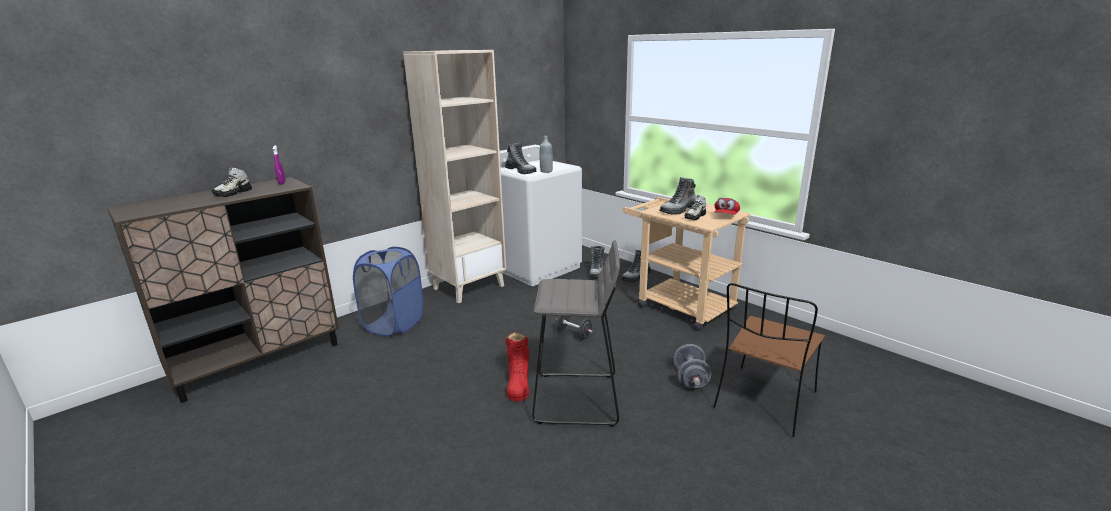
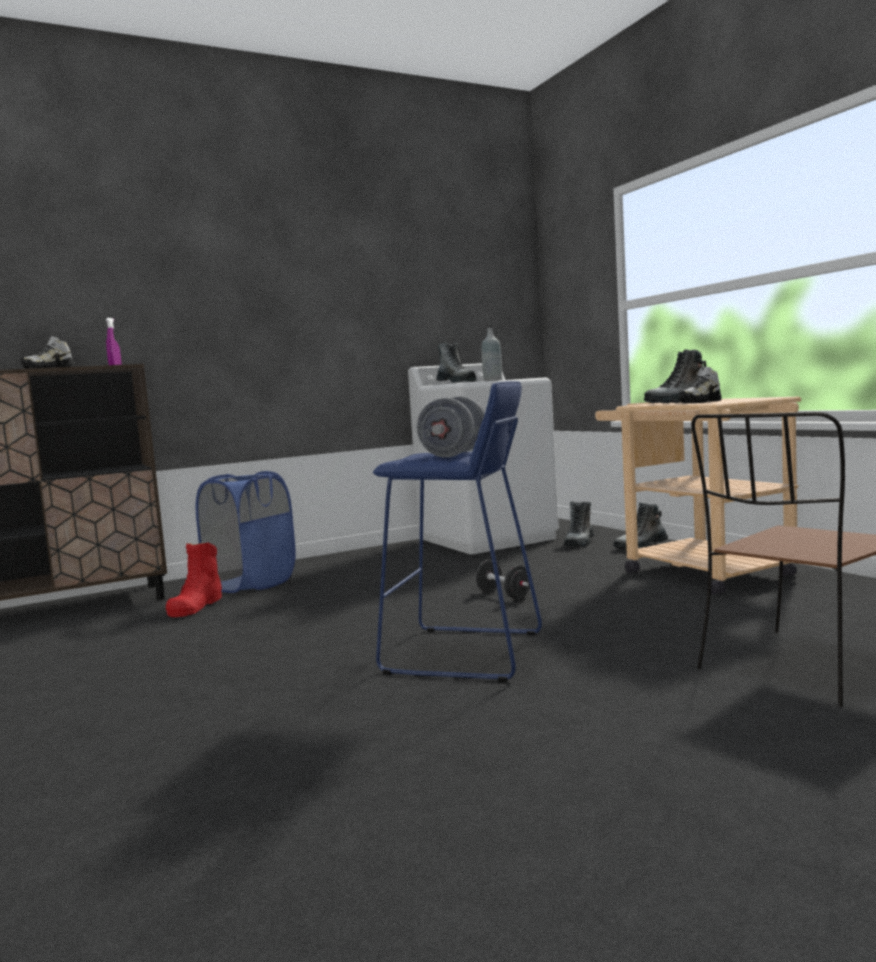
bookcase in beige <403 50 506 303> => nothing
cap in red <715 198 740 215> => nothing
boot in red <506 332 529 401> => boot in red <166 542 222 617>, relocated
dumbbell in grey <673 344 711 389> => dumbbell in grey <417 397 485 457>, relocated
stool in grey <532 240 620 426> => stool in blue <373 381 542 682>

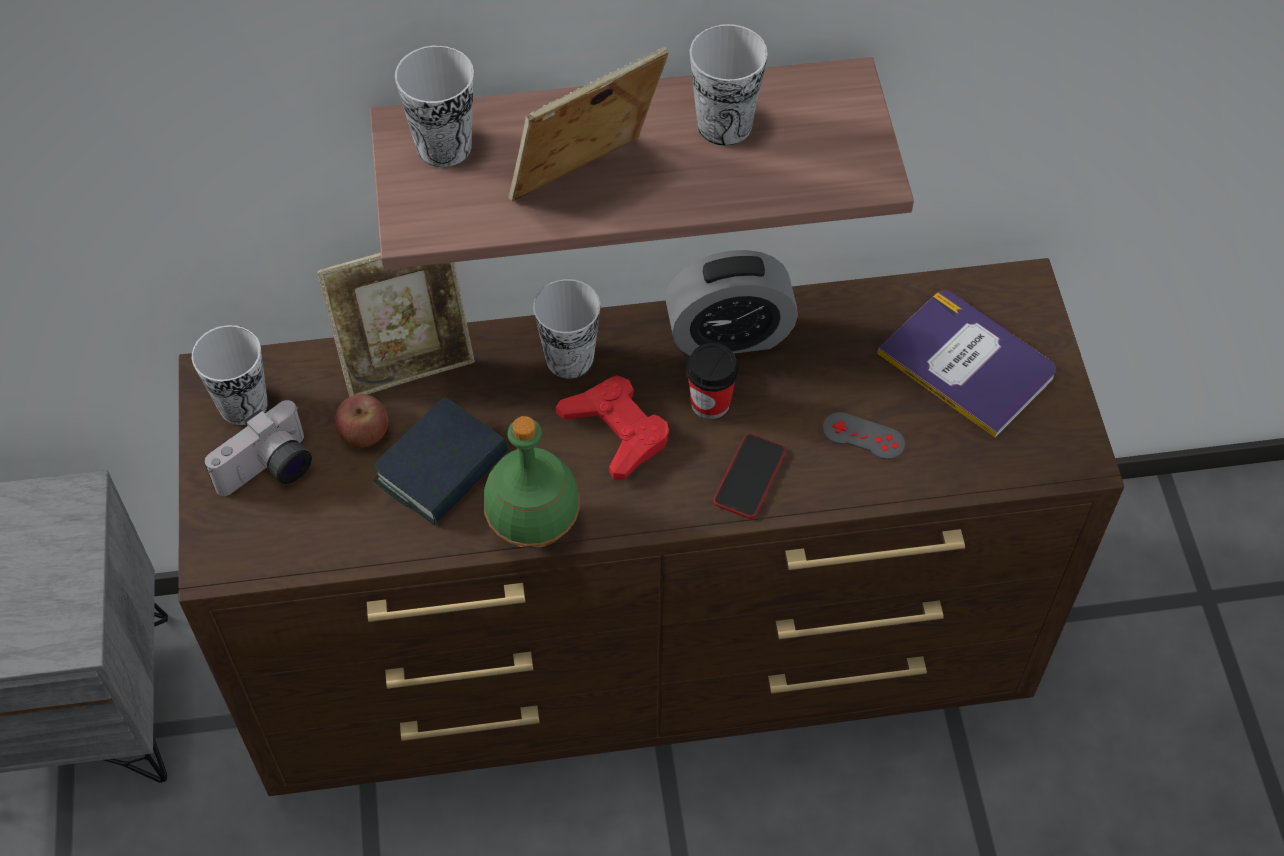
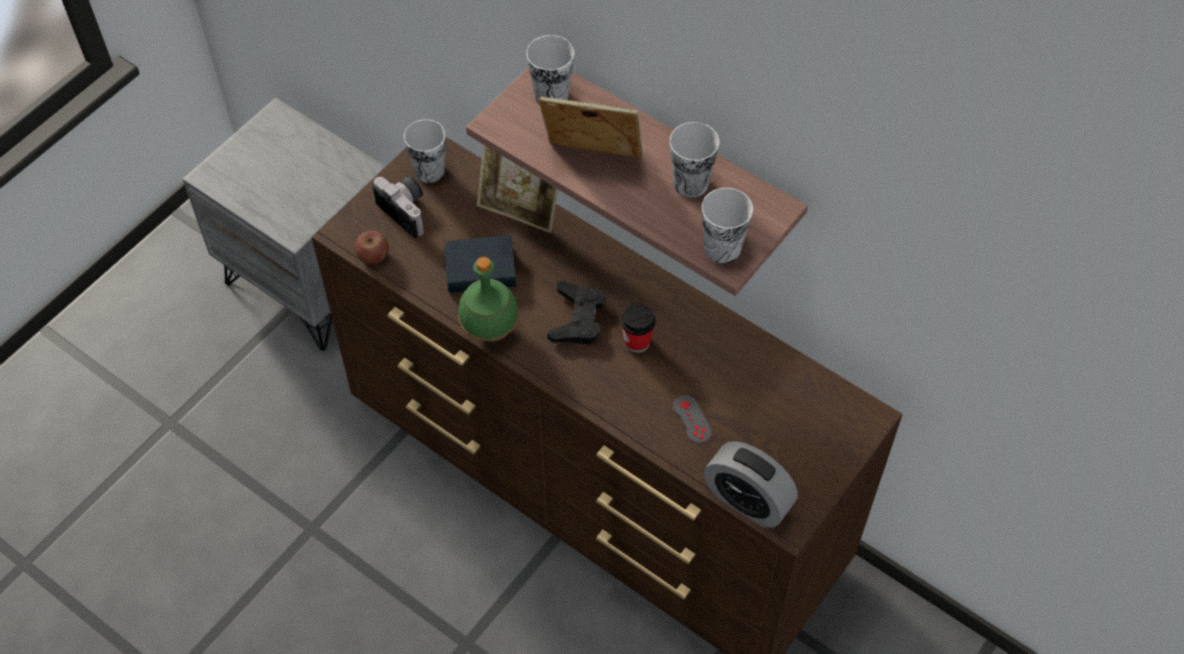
phone <713 434 786 519> => nothing
book <877 291 1056 438> => nothing
apple <335 394 388 447> => apple <355 230 389 264>, relocated
cup <533 279 601 378> => cup <702 188 753 264>, relocated
alarm clock <665 250 798 356> => alarm clock <704 441 798 528>, relocated
game controller in red <556 375 669 480> => game controller in black <547 281 606 344>
photo camera <204 400 312 496> => photo camera <373 176 424 238>, 135 degrees counterclockwise

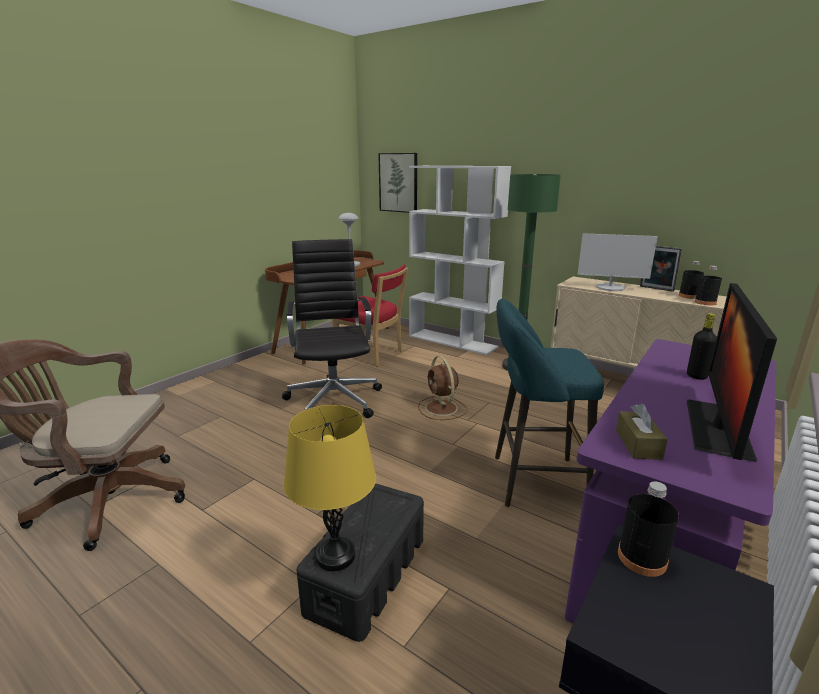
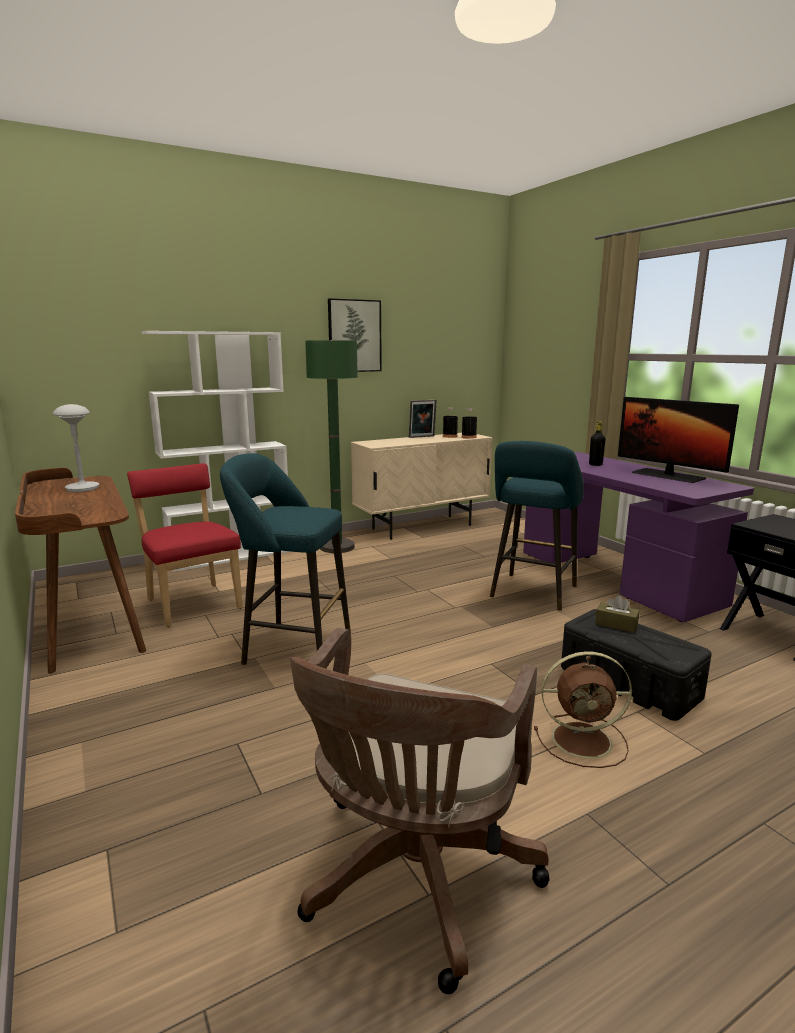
table lamp in yellow <284 405 376 571> => nothing
monitor <577 233 658 291> => nothing
bottle in black <618 481 679 577> => nothing
picture <378 153 417 213> => picture <328 298 382 372>, relocated
fan in brown <418 356 467 420> => fan in brown <534 651 632 768>, relocated
tissue box in brown <616 403 668 460> => tissue box in brown <595 595 640 633>, relocated
office chair in black <282 239 382 418> => stool in turquoise <220 453 351 665>
chair in red <332 265 408 366> => chair in red <127 463 243 627>, 90 degrees counterclockwise

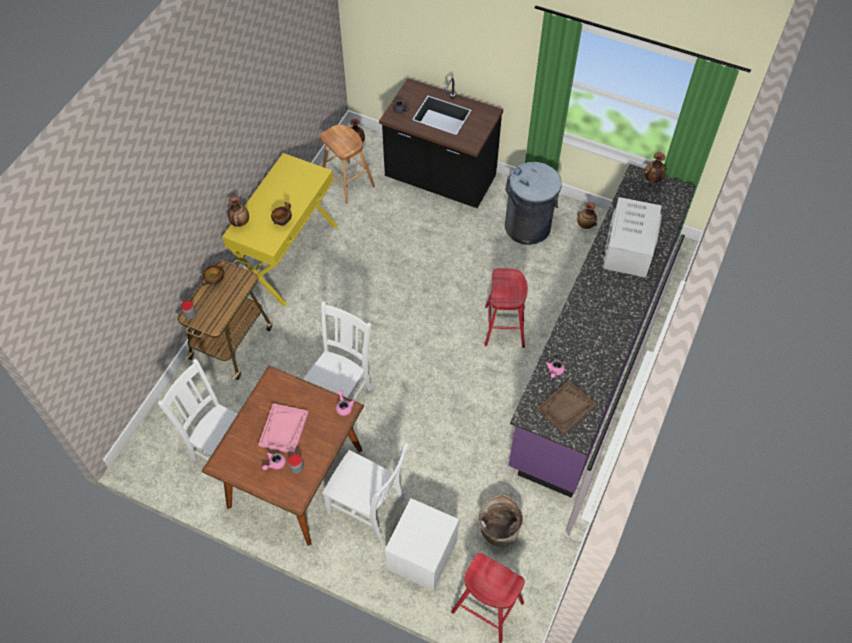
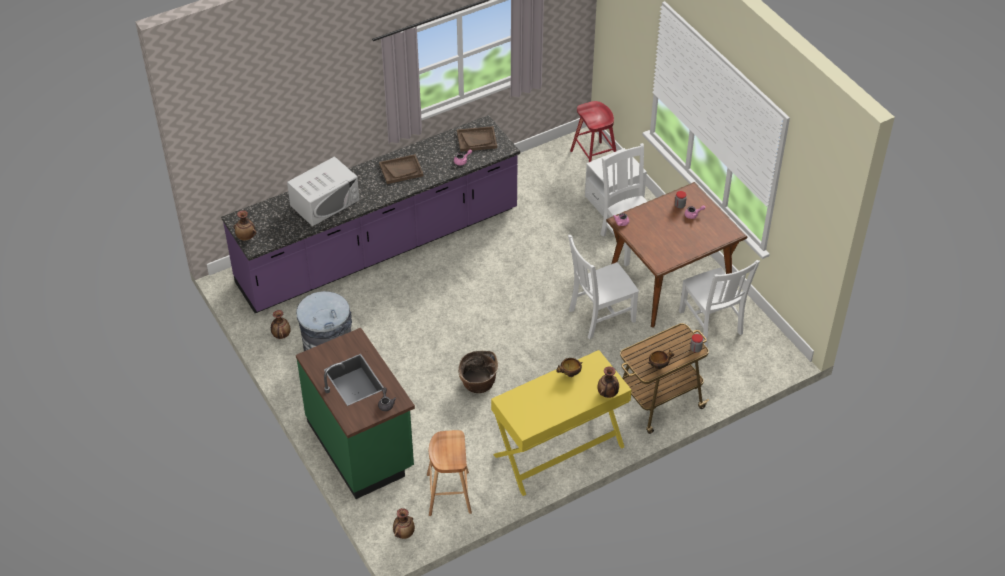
tray in pink <258 403 309 454> => nothing
stool in red <484 268 528 348> => nothing
nothing => tray in brown <379 154 424 184>
basket <478 495 523 547> => basket <458 351 498 393>, relocated
counter in black <379 78 503 208> => counter in green <296 328 415 499>

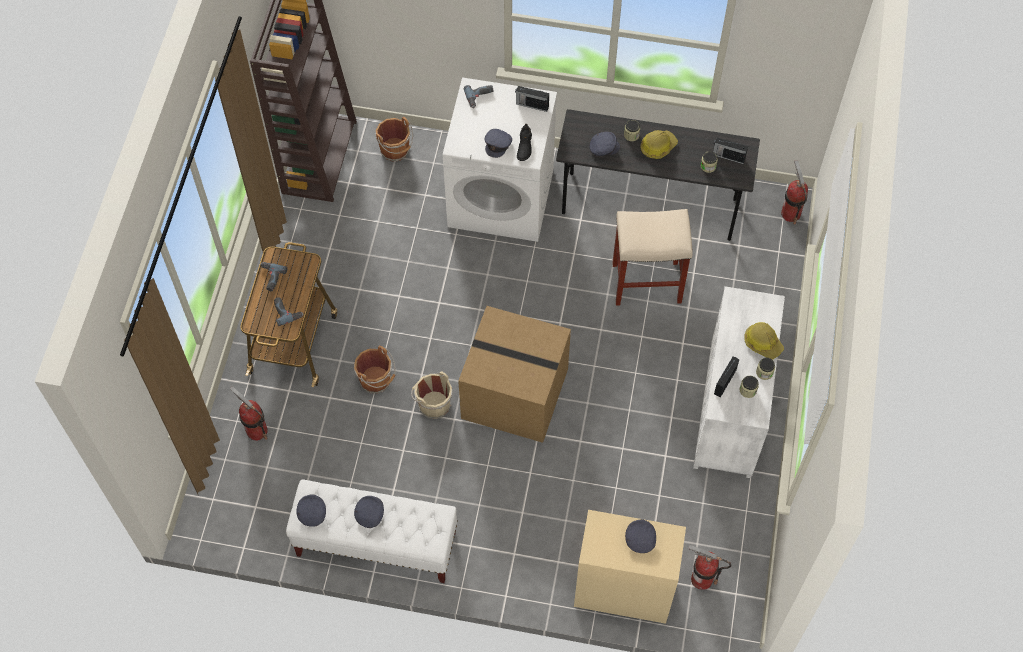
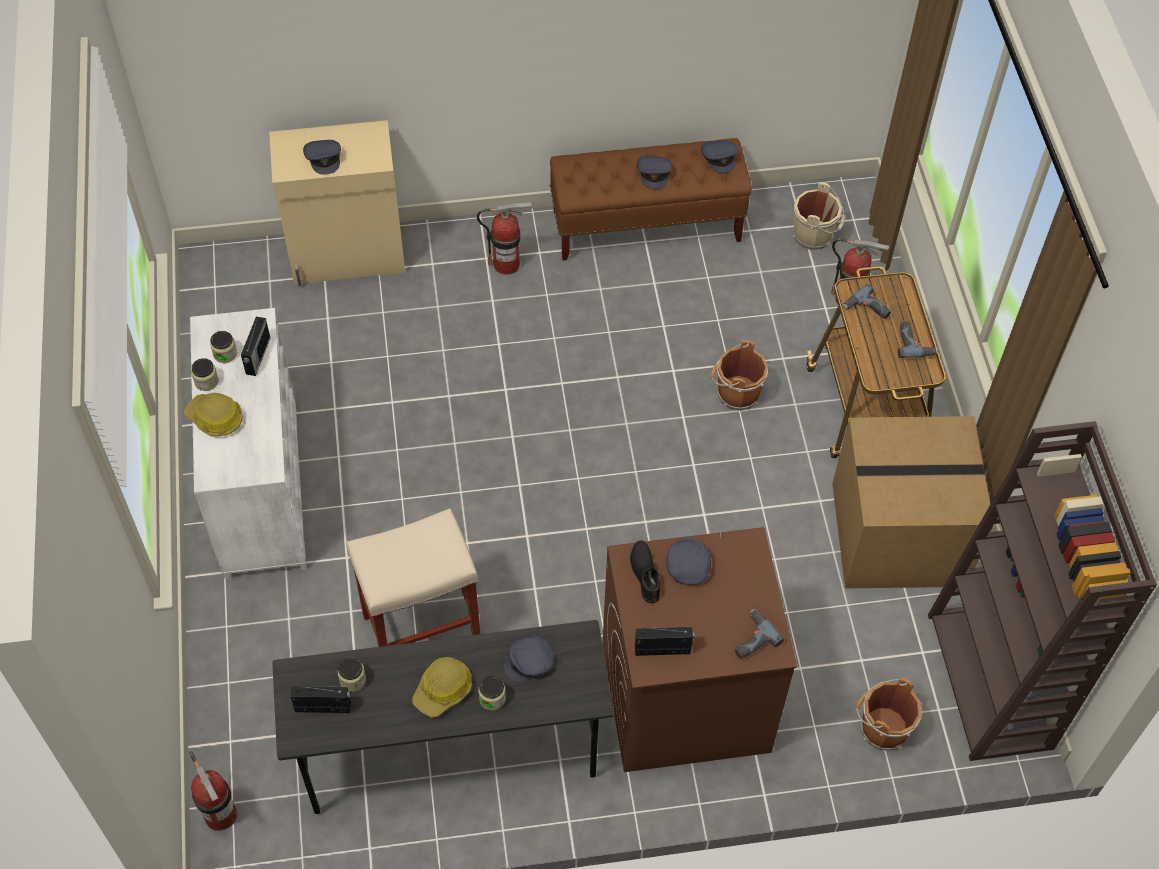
bucket in beige <411 371 452 419> => bucket in beige <793 182 845 250>, relocated
cardboard box <458 306 571 443> => cardboard box <832 416 994 589>, relocated
fire extinguisher <688 545 731 590> => fire extinguisher <477 203 531 275>, relocated
bench in white <286 479 458 583> => bench in brown <550 138 752 260>
washing machine in white <443 77 557 242> => washing machine in brown <602 527 797 772>

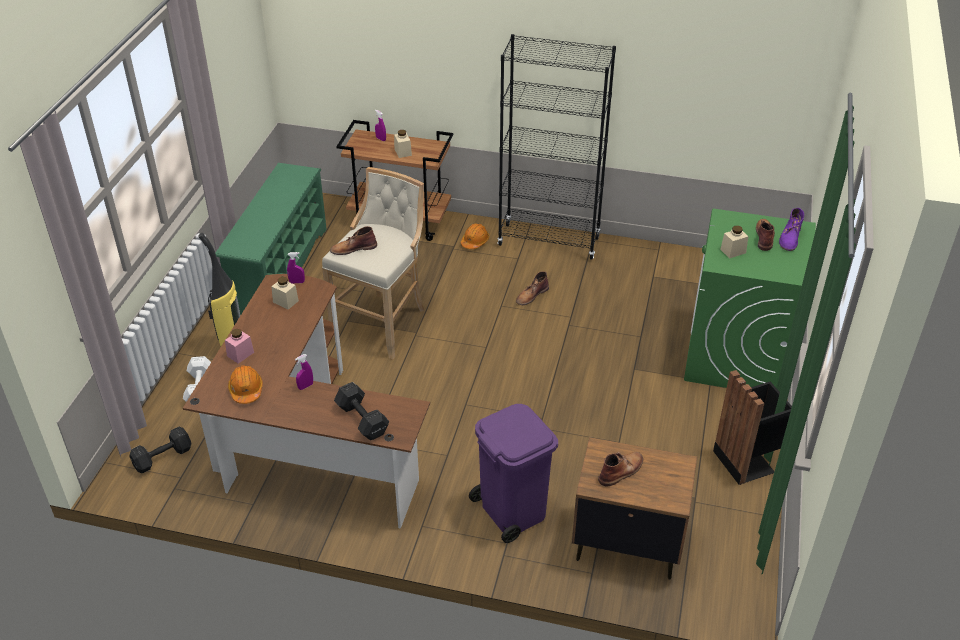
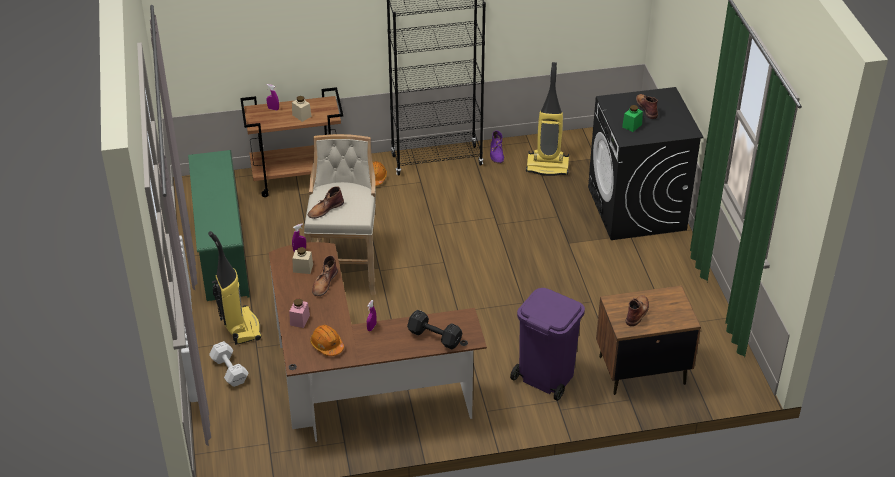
dumbbell in black <129 427 192 473> => nothing
trash can in black <713 370 792 485> => nothing
nothing => vacuum cleaner <526 62 569 176>
boot in brown <516 271 549 305> => boot in brown <312 255 338 296>, relocated
boot in purple <779 208 804 251> => boot in purple <490 130 504 163>, relocated
washing machine in green <684 209 816 388> => washing machine in black <588 87 704 240>
jar in beige <720 226 748 259> => jar in green <622 105 643 132>

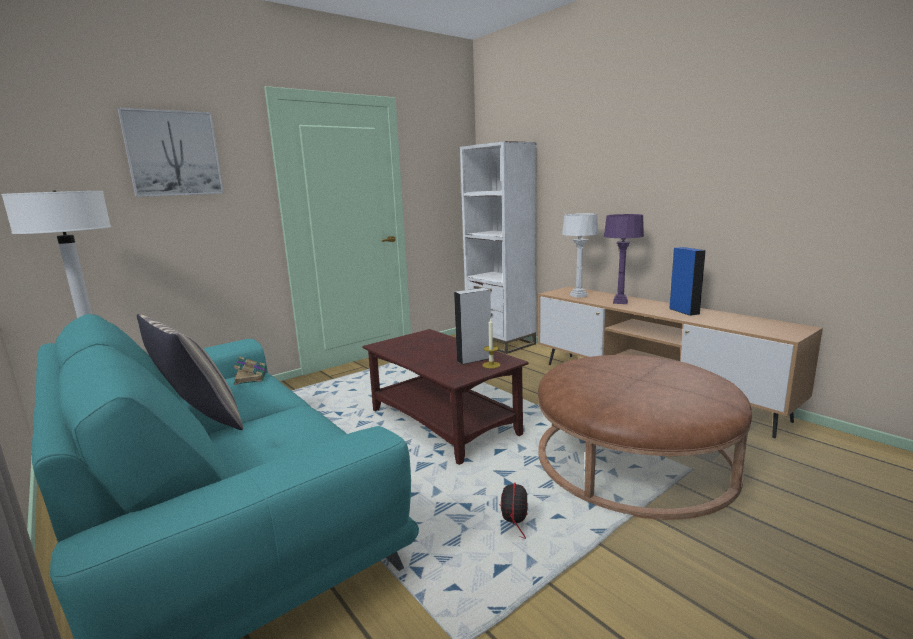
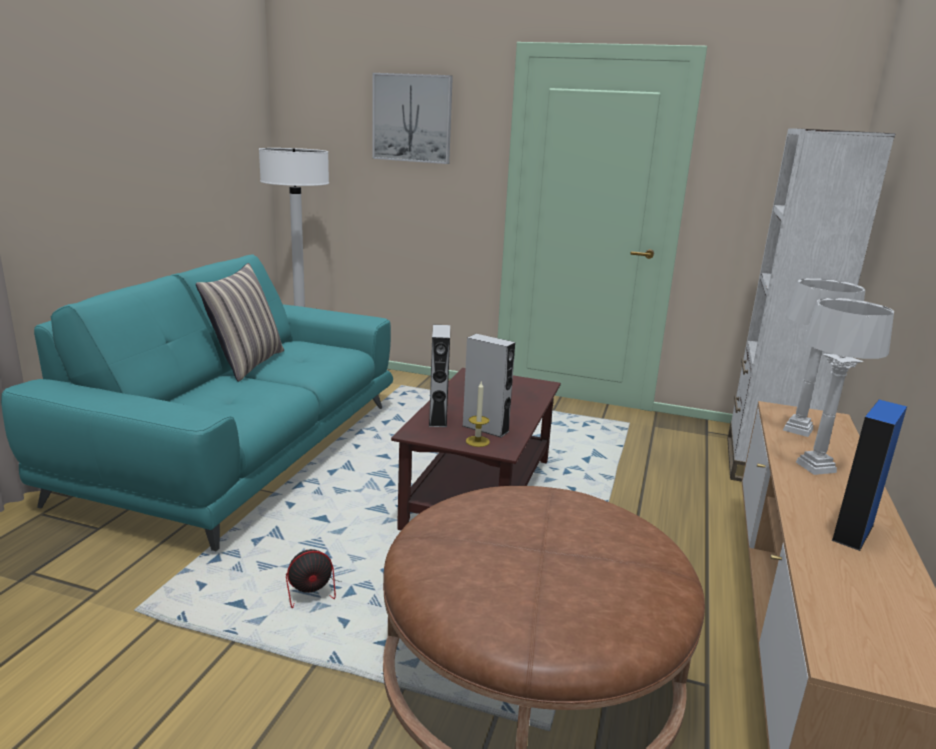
book <233 356 267 385> => nothing
nothing => speaker in grey <429 325 450 427>
table lamp in purple <604 214 644 304> => table lamp in white <796 298 894 475>

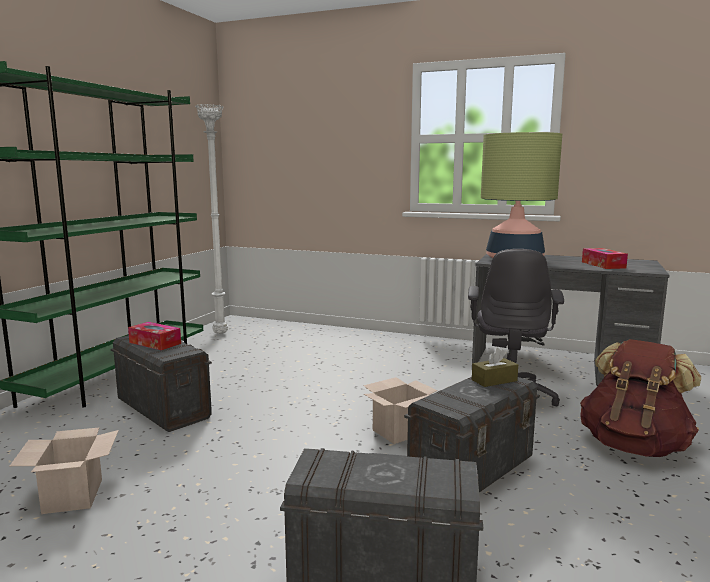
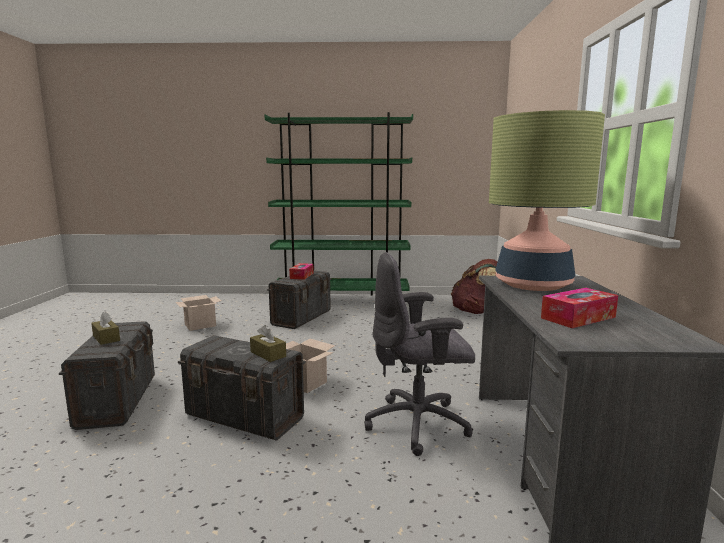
floor lamp in white <195 104 228 334> => nothing
nothing => tissue box in brown <91 311 120 345>
backpack in brown <580 339 701 457> => backpack in brown <451 259 497 314>, relocated

